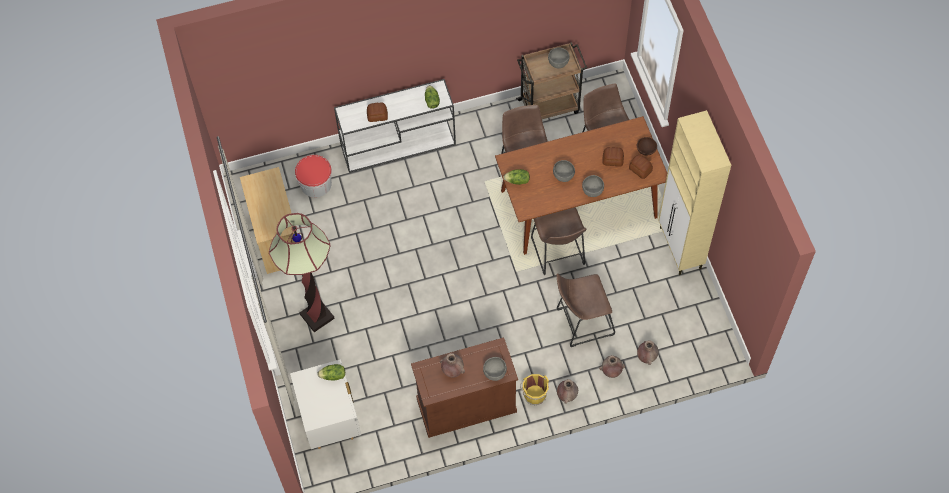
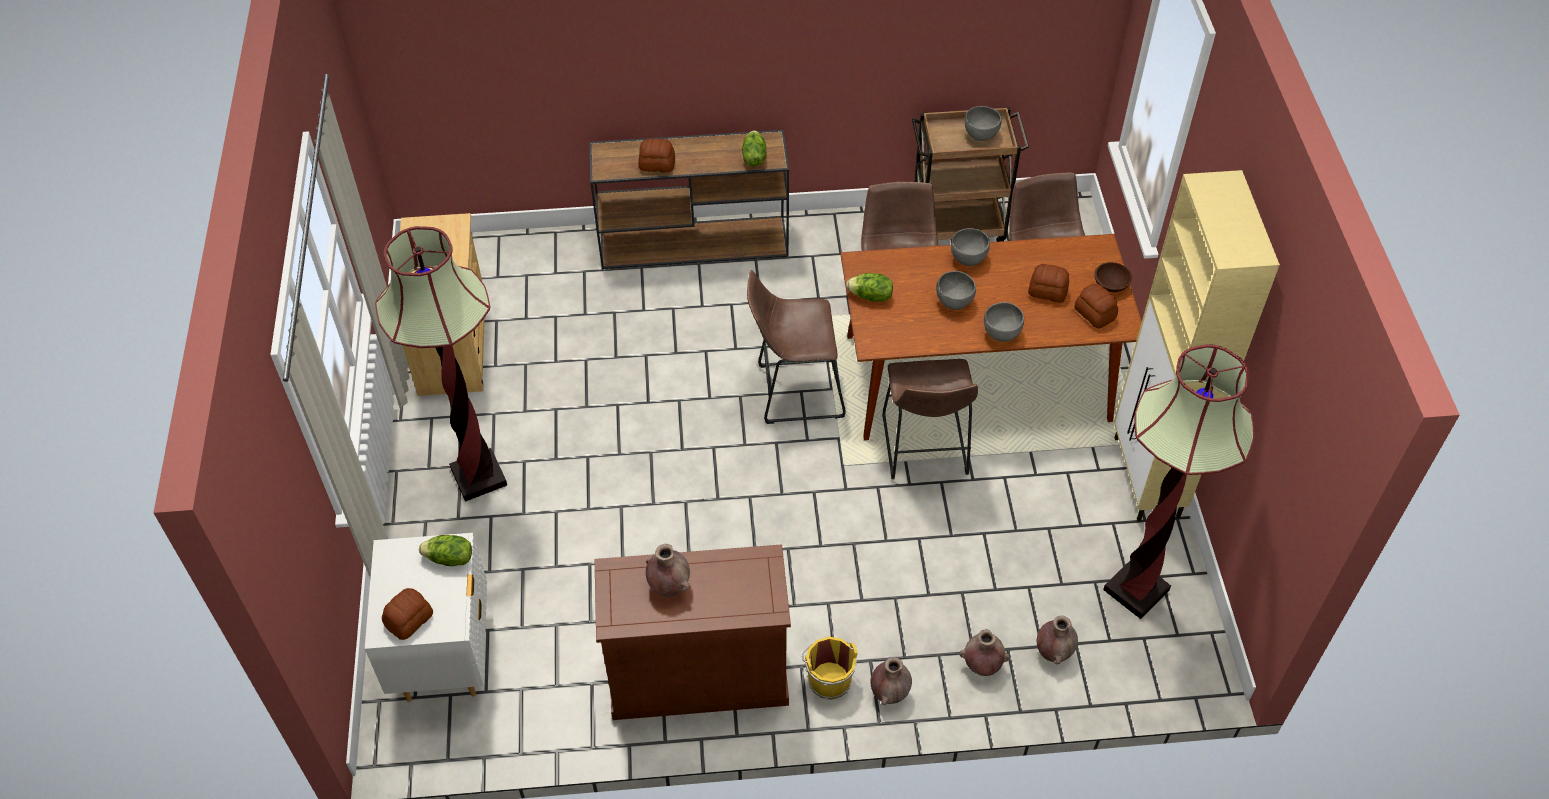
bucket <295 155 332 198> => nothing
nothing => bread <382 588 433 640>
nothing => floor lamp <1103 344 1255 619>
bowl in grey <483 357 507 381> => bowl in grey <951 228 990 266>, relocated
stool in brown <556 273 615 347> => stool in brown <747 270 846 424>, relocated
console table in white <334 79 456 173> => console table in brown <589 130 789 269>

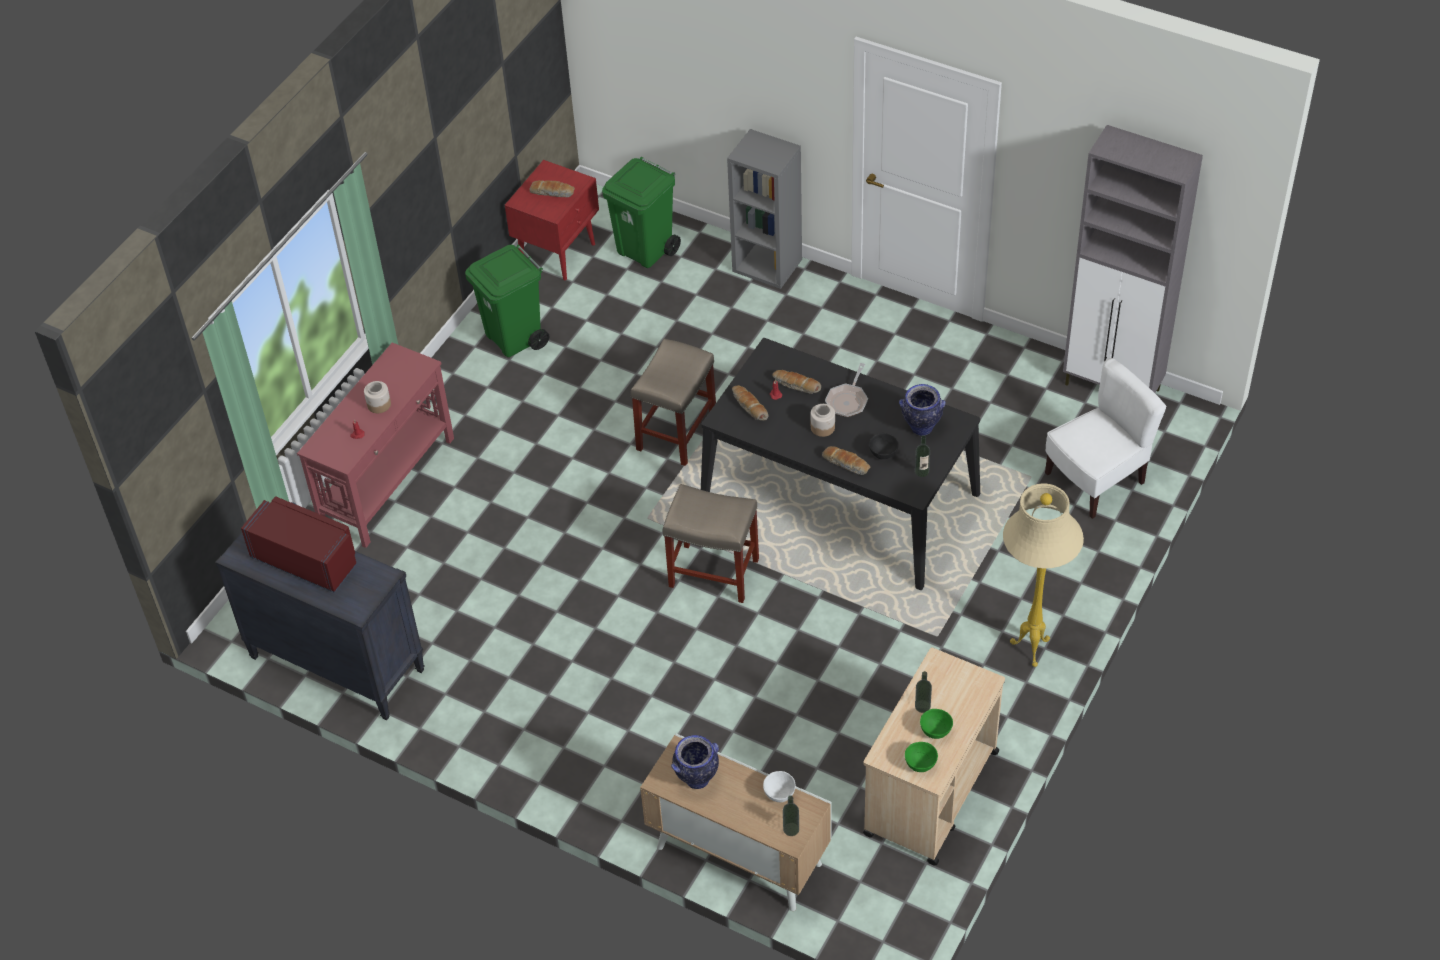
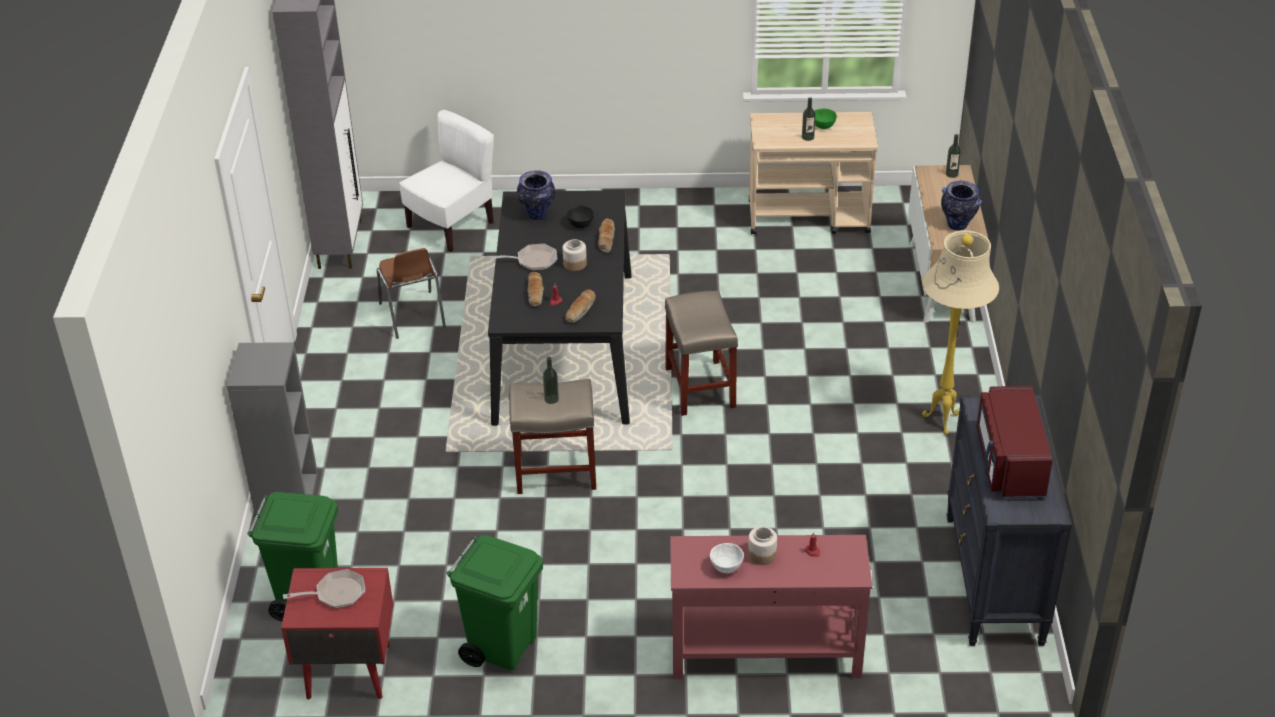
bowl in green <905 742 938 772> => nothing
nothing => chair in brown <377 248 446 339>
bowl in white <763 771 796 802> => bowl in white <710 543 744 573>, relocated
bottle <915 435 930 477> => bottle <543 357 559 404>, relocated
floor lamp in beige <1003 483 1084 667> => floor lamp in beige <922 230 999 435>, relocated
bread <530 180 575 197> => frying pan <283 569 365 608>
chair in white <1045 358 1166 519> => chair in white <399 110 494 252>, 105 degrees clockwise

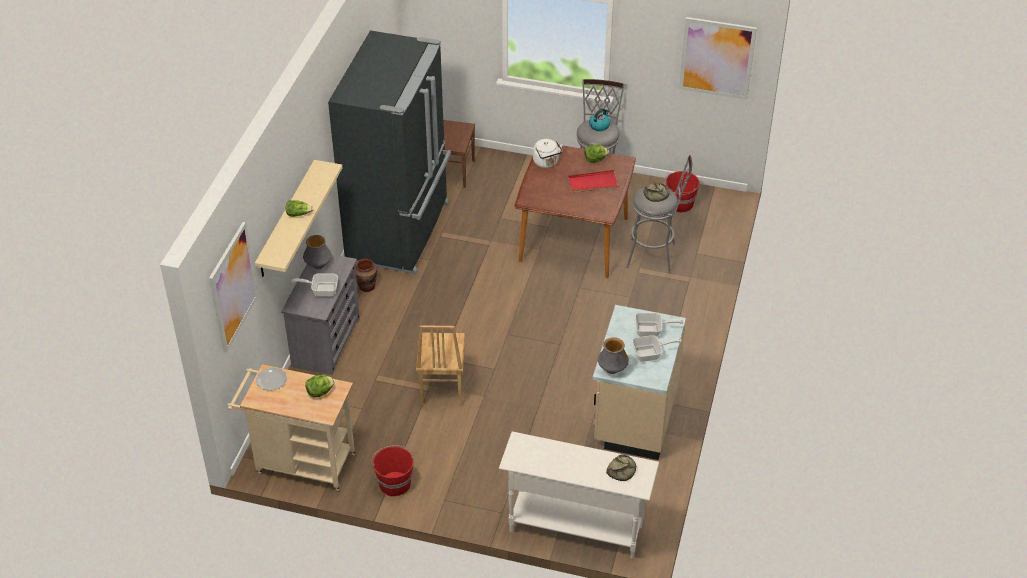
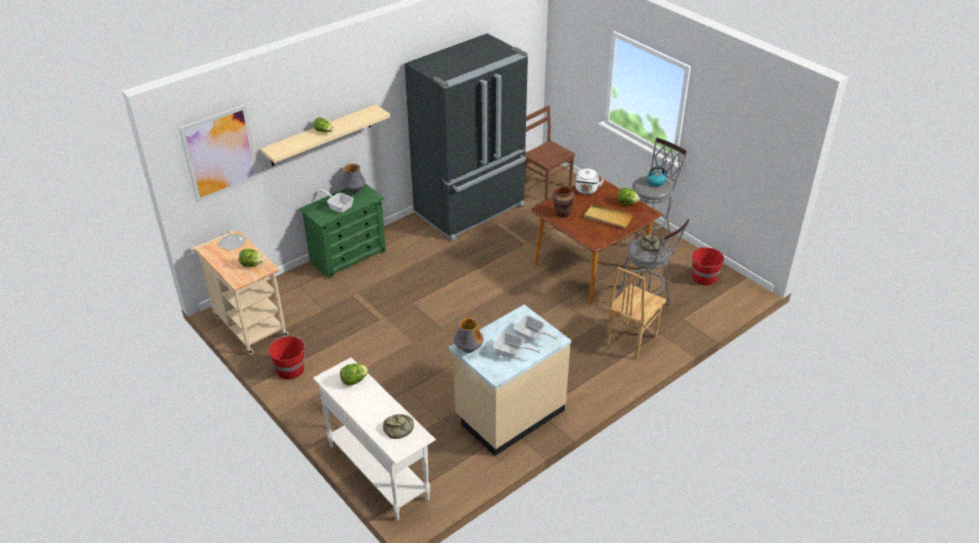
picture <679 17 757 100> => nothing
nothing => lettuce <340 363 368 386>
vase in brown <355 259 377 292> => vase in brown <553 186 575 218>, relocated
chair in brown <416 325 465 407> => chair in brown <607 266 666 359>, relocated
dresser in grey <281 254 360 375> => dresser in green <299 183 386 279>
tray in red <568 169 619 193> => tray in beige <584 204 633 228>

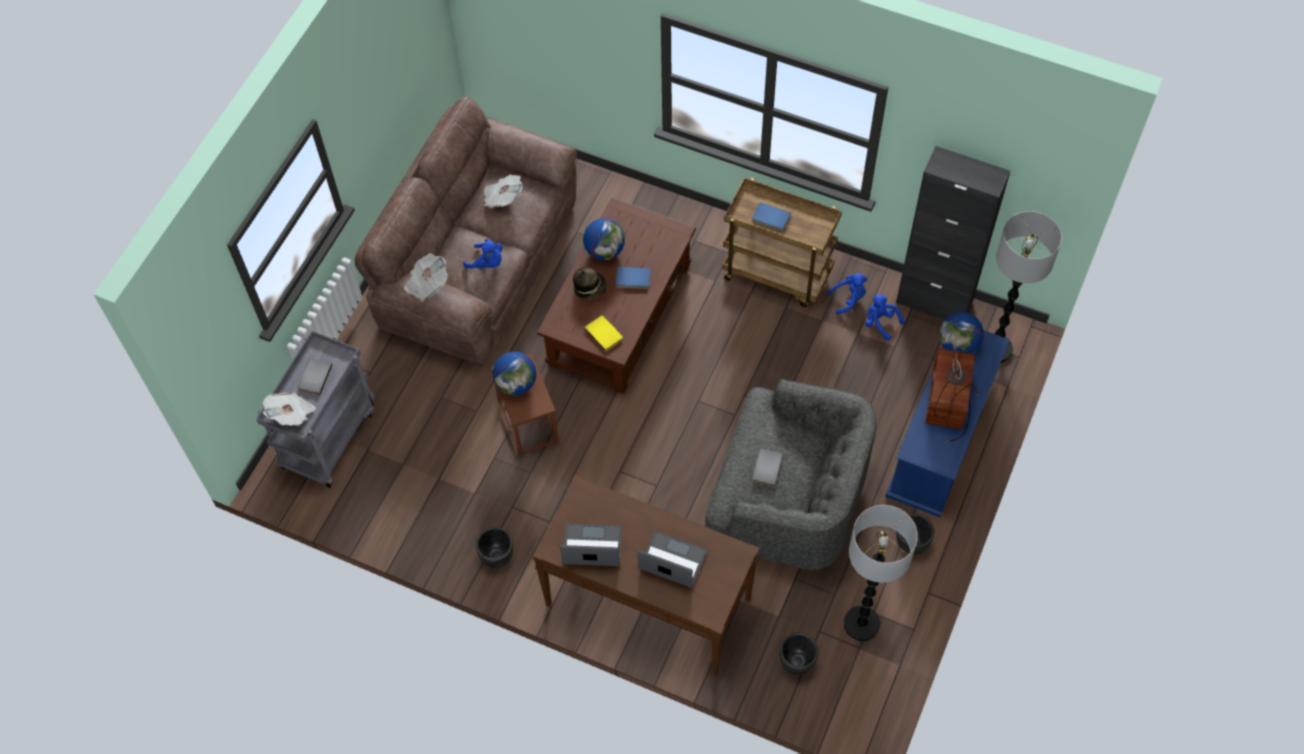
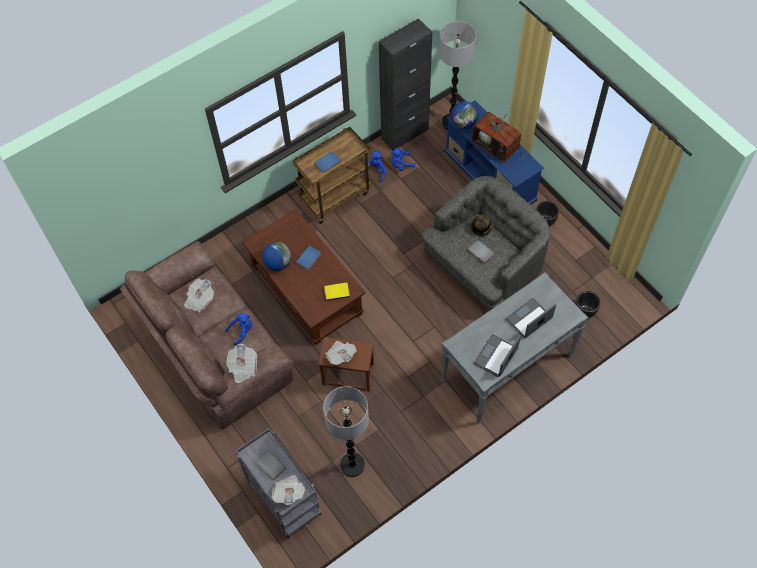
planter in black <476 527 513 568> => nothing
hat <573 267 607 299> => hat <471 215 494 237>, relocated
floor lamp <844 505 918 641> => floor lamp <323 386 369 477>, relocated
globe <493 351 536 395> => newspaper <325 341 357 365>
console table in brown <533 474 760 677> => console table in grey <441 272 588 424>

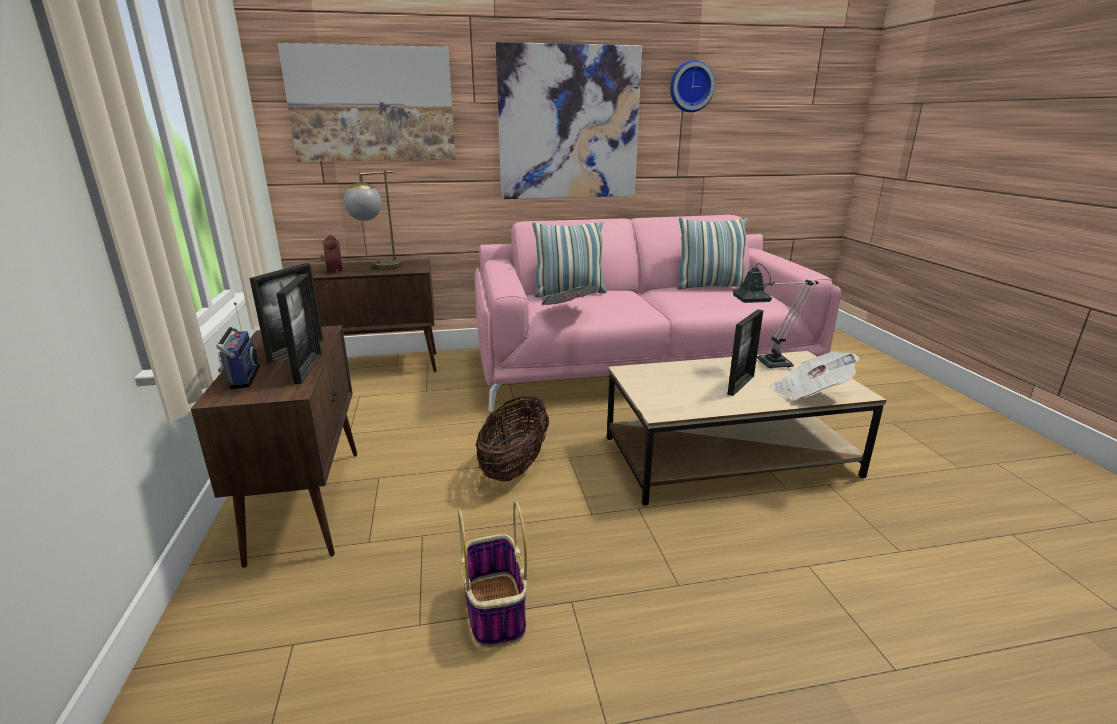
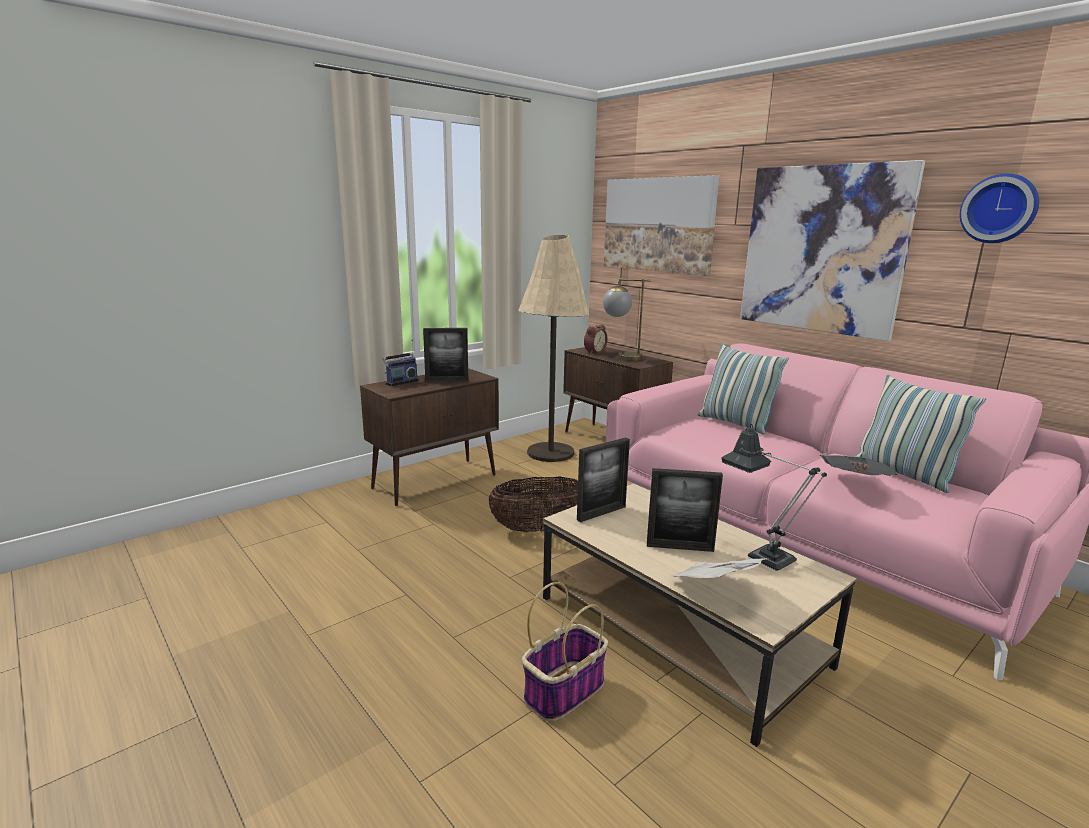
nothing => floor lamp in beige <518 235 589 462>
picture frame <277 274 322 384> => picture frame <577 438 630 522>, relocated
basket <458 501 527 647> => basket <522 582 608 722>, relocated
newspaper <541 285 597 305> => newspaper <820 455 897 476>, relocated

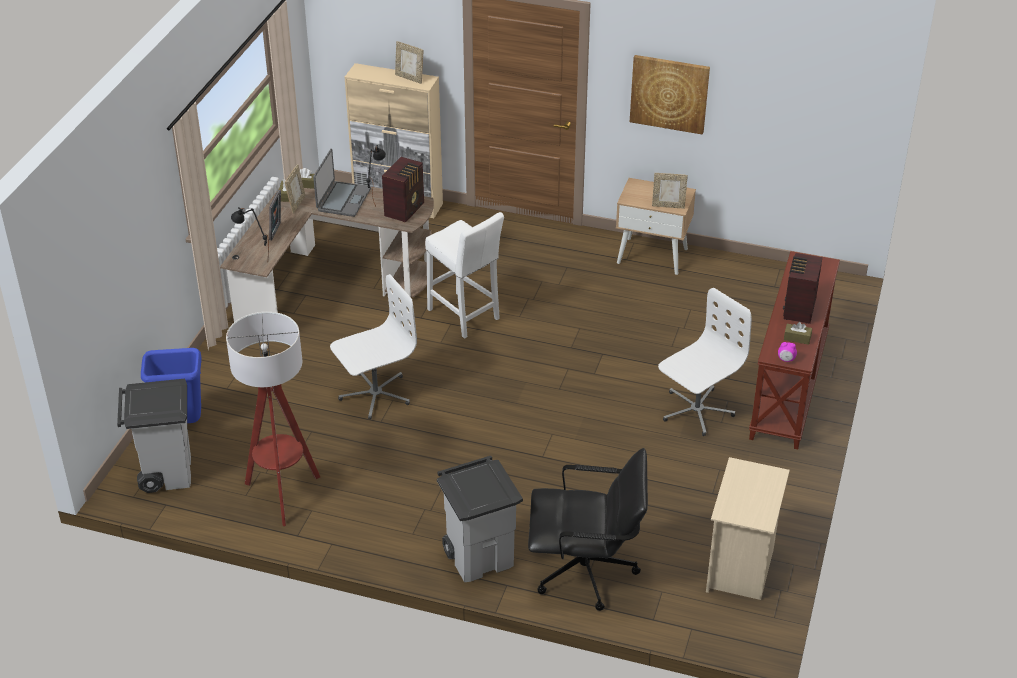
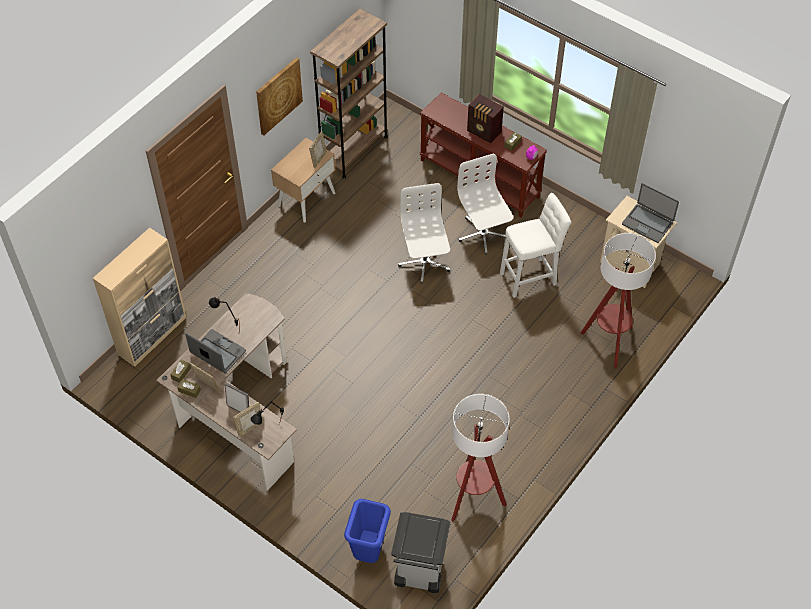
radio <382 157 424 223> => nothing
trash can in grey <437 456 523 582> => nothing
nothing => bookcase in brown <310 8 388 178>
nothing => laptop <622 183 679 243>
office chair in white <330 274 417 420> => office chair in white <398 183 450 284>, relocated
picture frame <395 41 423 84> => picture frame <233 402 264 438>, relocated
stool in white <425 212 504 339> => stool in white <500 193 571 298>, relocated
office chair in black <528 448 648 611> => floor lamp <580 233 656 368>

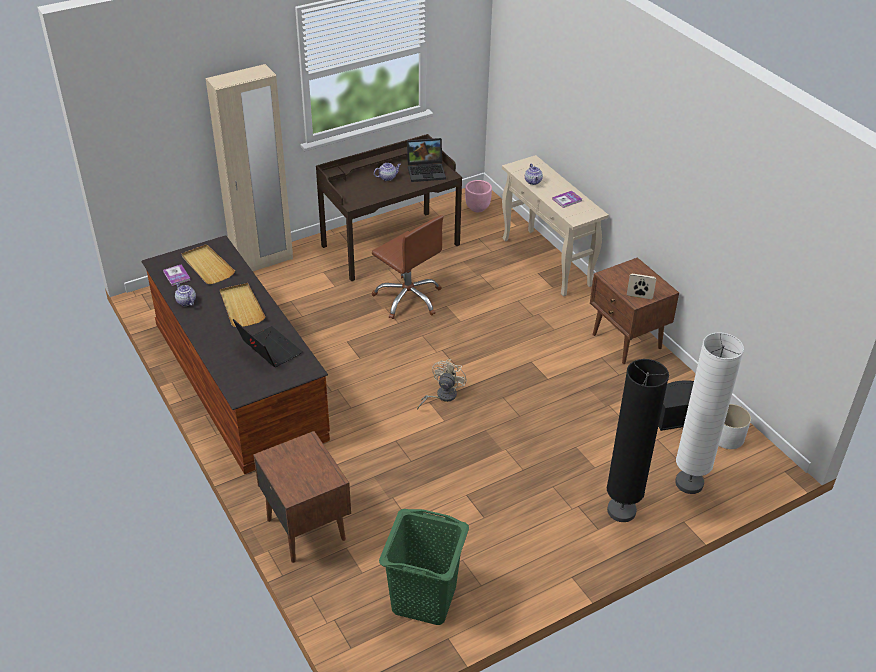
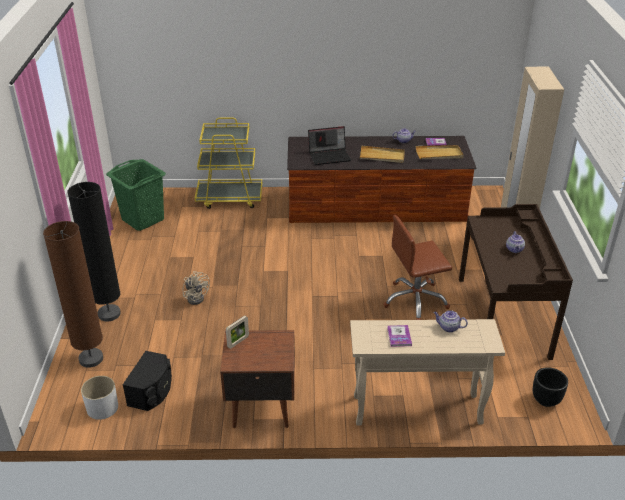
laptop <407 138 446 182> => nothing
fan in beige <417 359 467 410> => fan in beige <183 271 210 305>, relocated
nightstand in brown <253 431 351 563> => cart in yellow <195 118 262 209>
planter in pink <465 180 492 212> => planter in black <533 367 568 407>
floor lamp in white <675 332 744 494> => floor lamp in brown <43 221 103 368>

